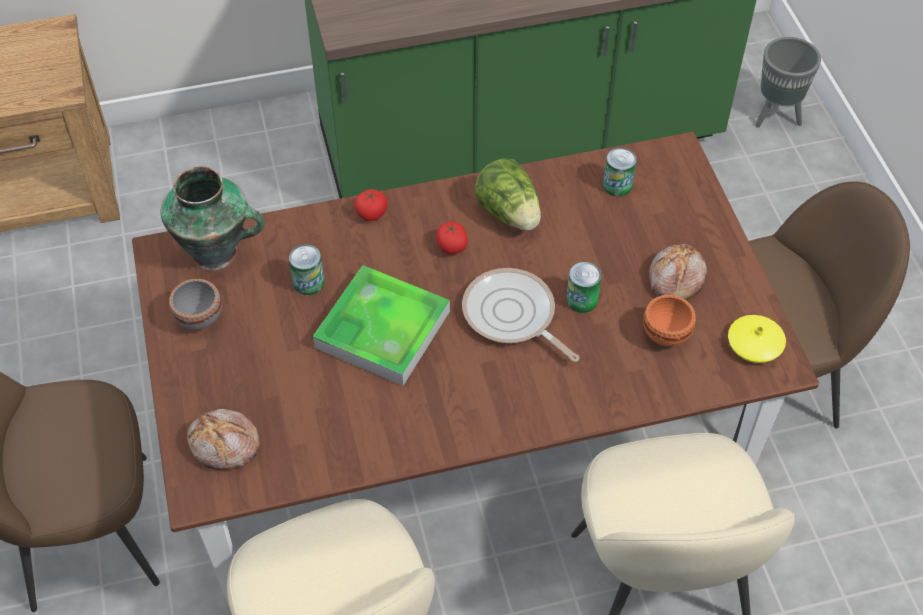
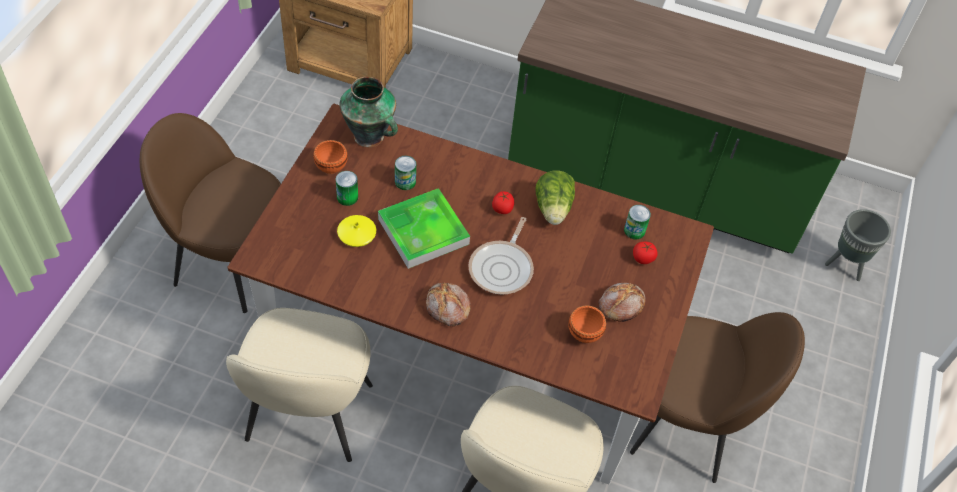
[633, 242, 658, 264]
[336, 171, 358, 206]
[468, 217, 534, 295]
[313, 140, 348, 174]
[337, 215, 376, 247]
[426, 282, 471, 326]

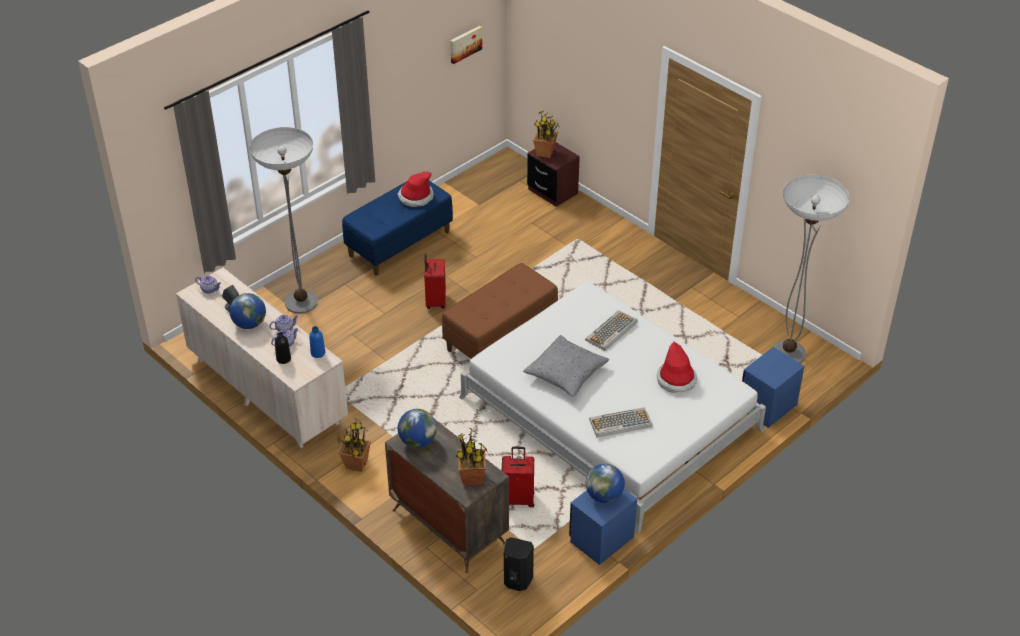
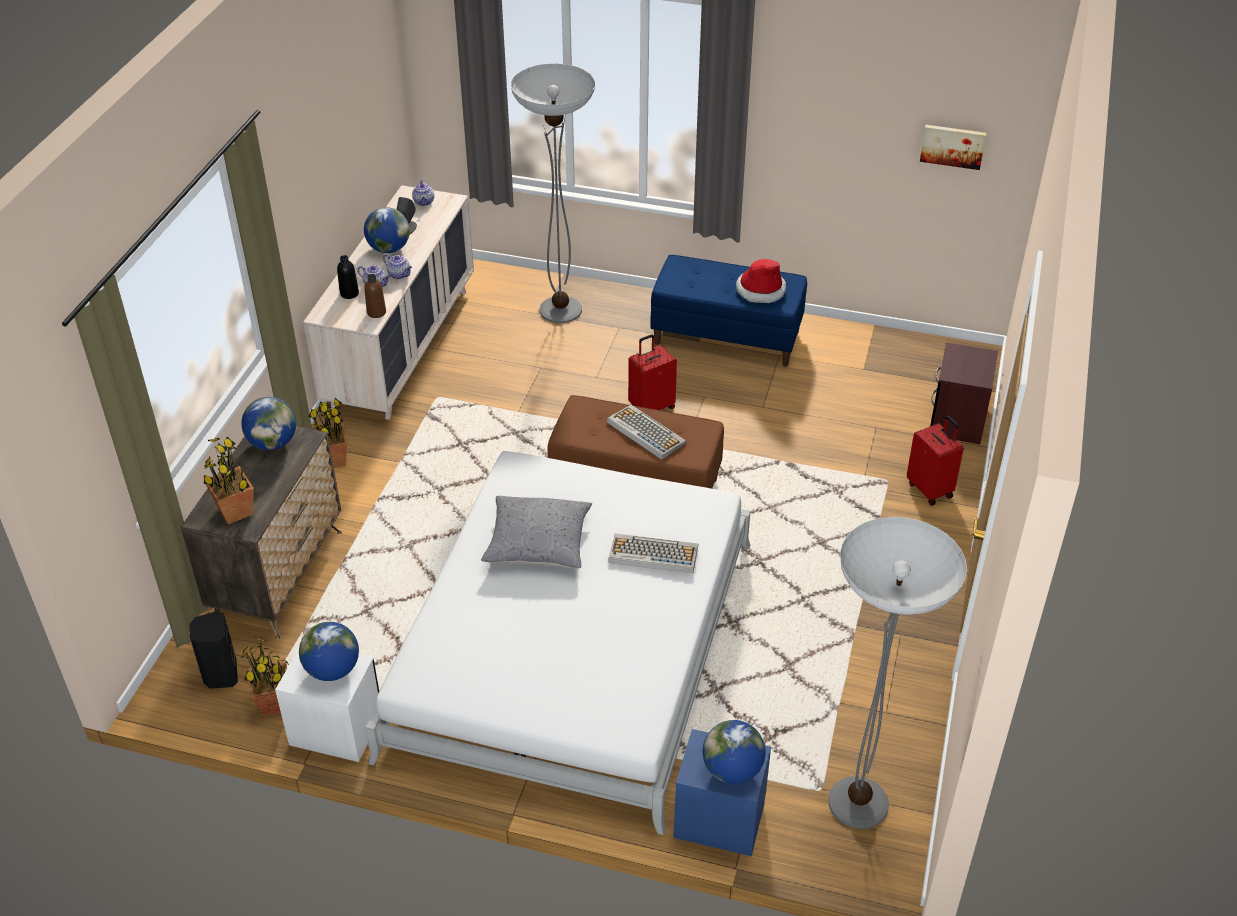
[241, 637, 289, 716]
[364, 274, 386, 318]
[657, 342, 697, 393] (first image)
[607, 405, 687, 460]
[907, 416, 964, 506]
[275, 649, 379, 762]
[703, 720, 766, 784]

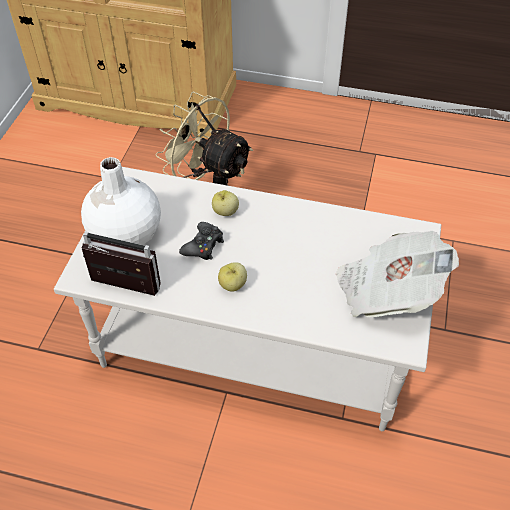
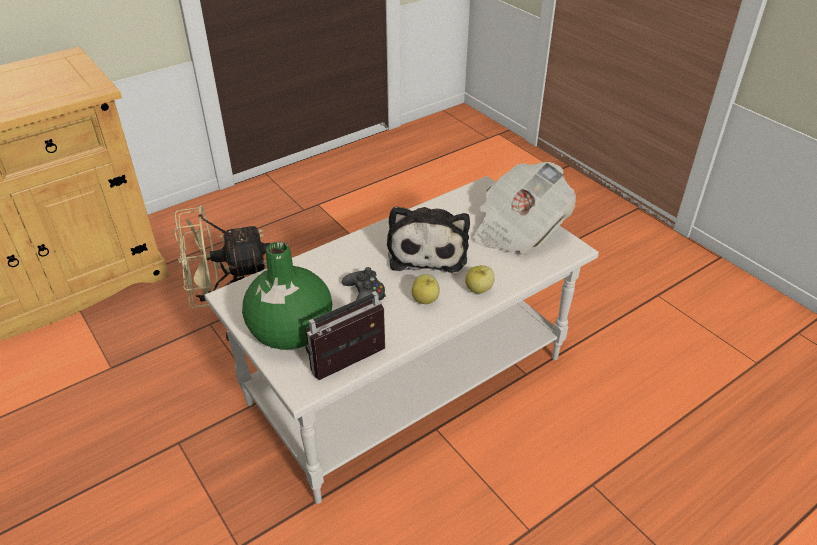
[242, 242, 332, 350]
[465, 265, 495, 293]
[387, 206, 470, 273]

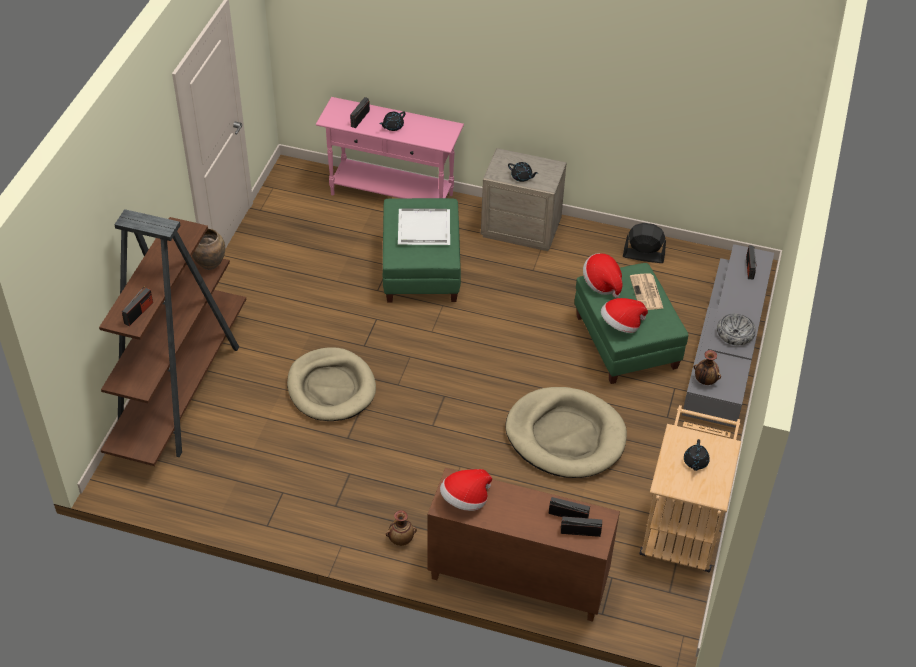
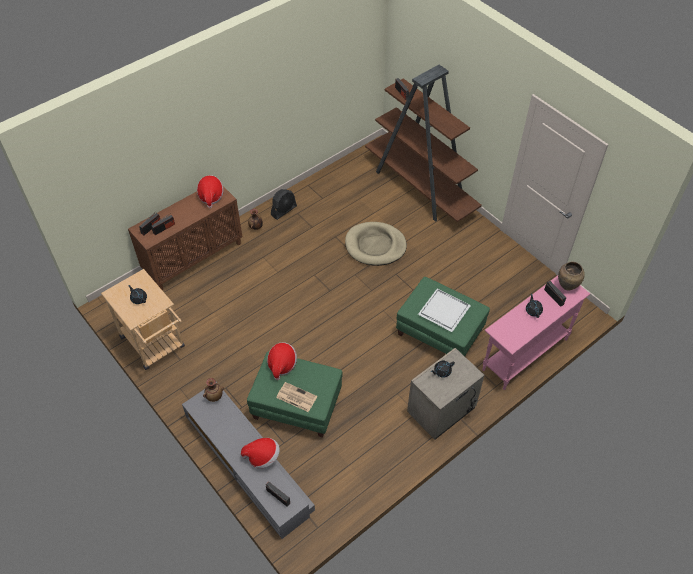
[271, 189, 297, 220]
[558, 261, 585, 290]
[241, 438, 280, 469]
[717, 313, 756, 345] (first image)
[506, 387, 627, 478] (first image)

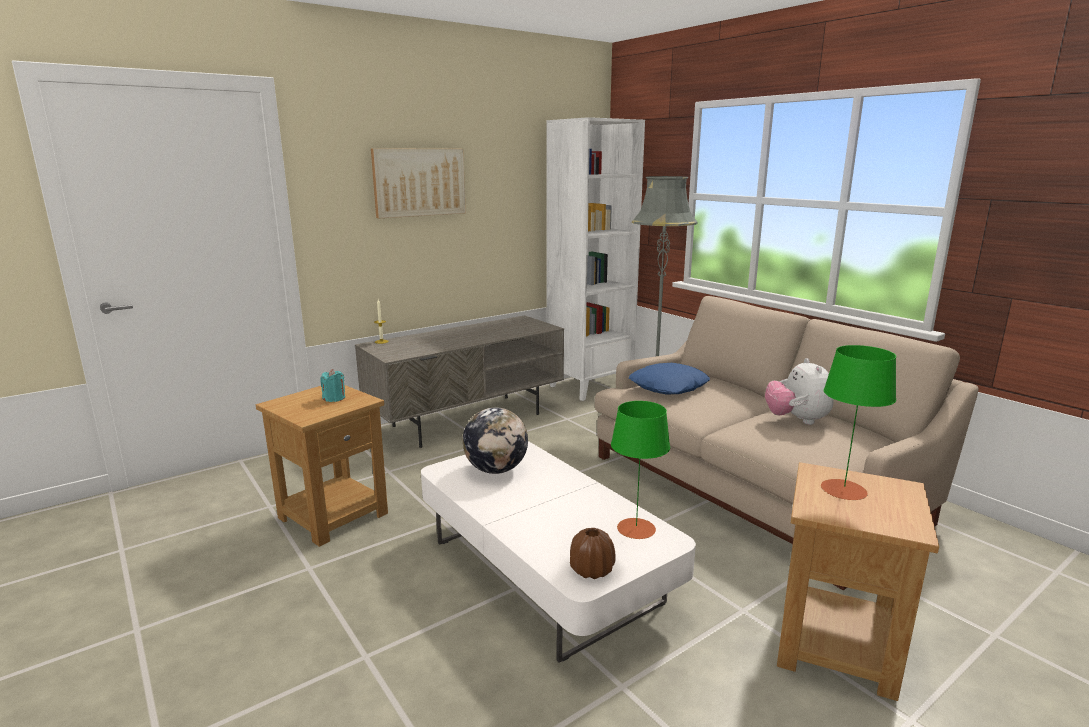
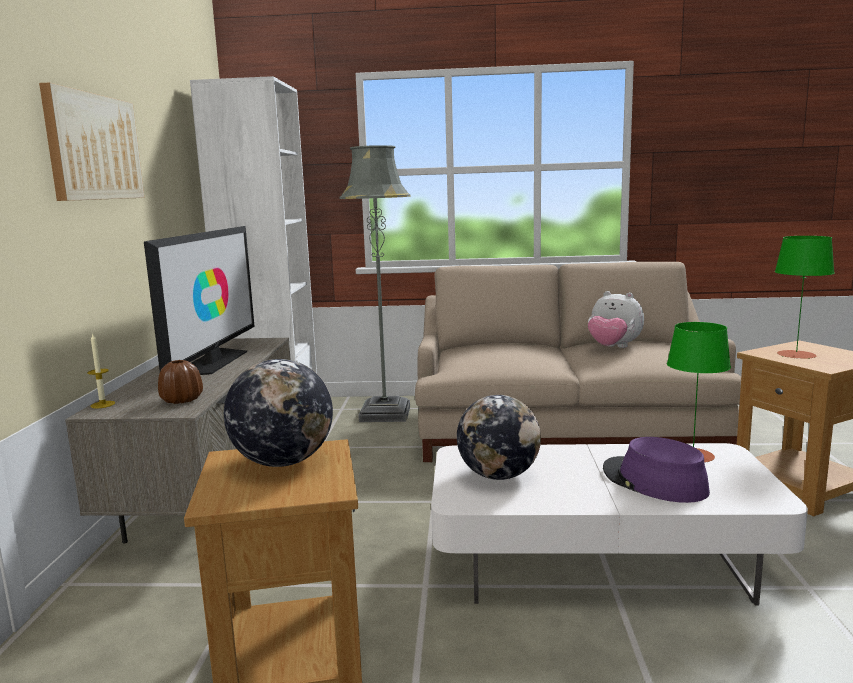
[629, 363, 710, 394] (first image)
[224, 359, 333, 467]
[158, 360, 203, 404]
[144, 226, 255, 375]
[603, 437, 710, 503]

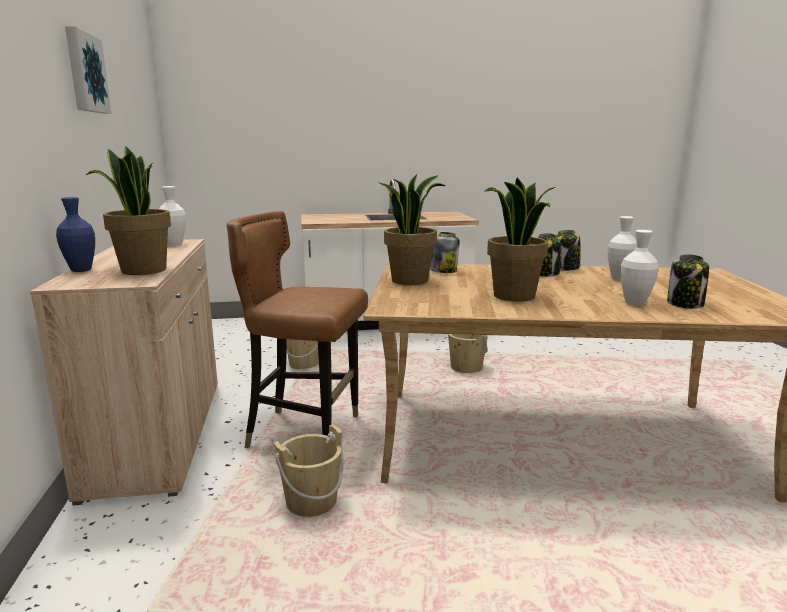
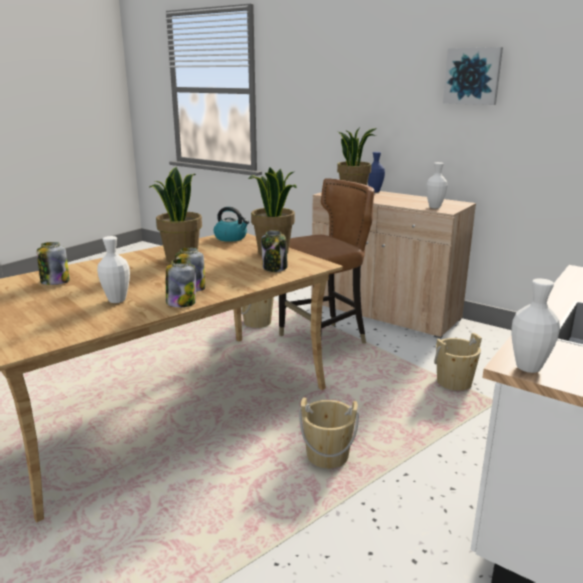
[511, 278, 560, 373]
[214, 207, 249, 242]

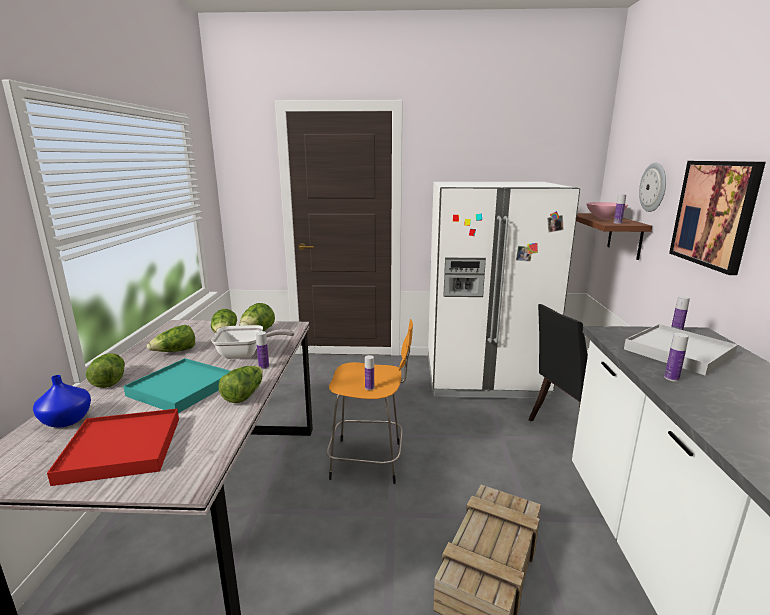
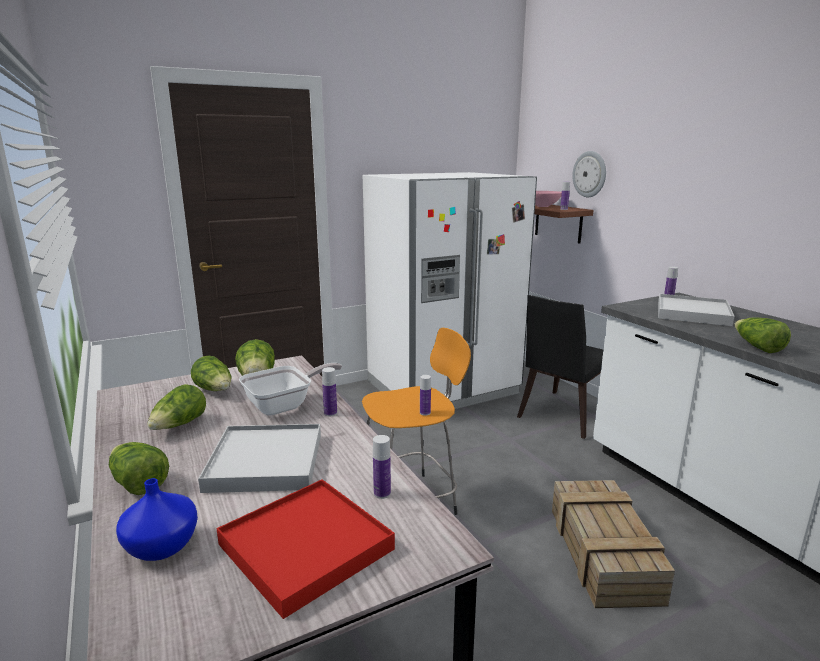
[669, 161, 766, 275] (first image)
[373, 435, 391, 499]
[198, 424, 321, 493]
[734, 317, 791, 353]

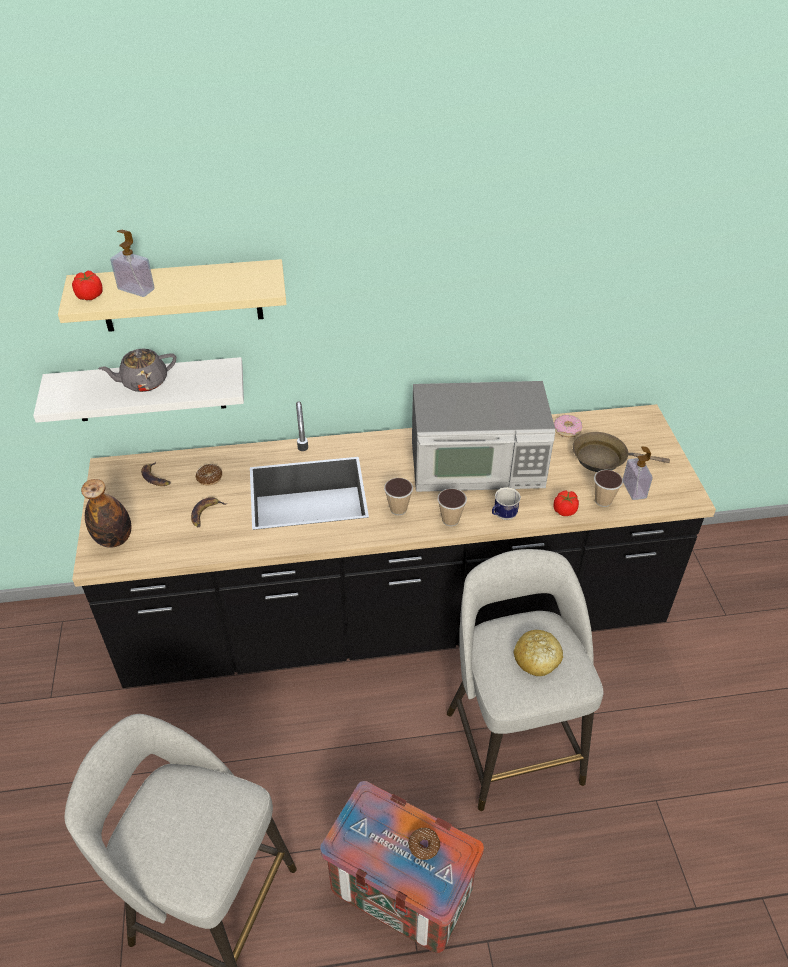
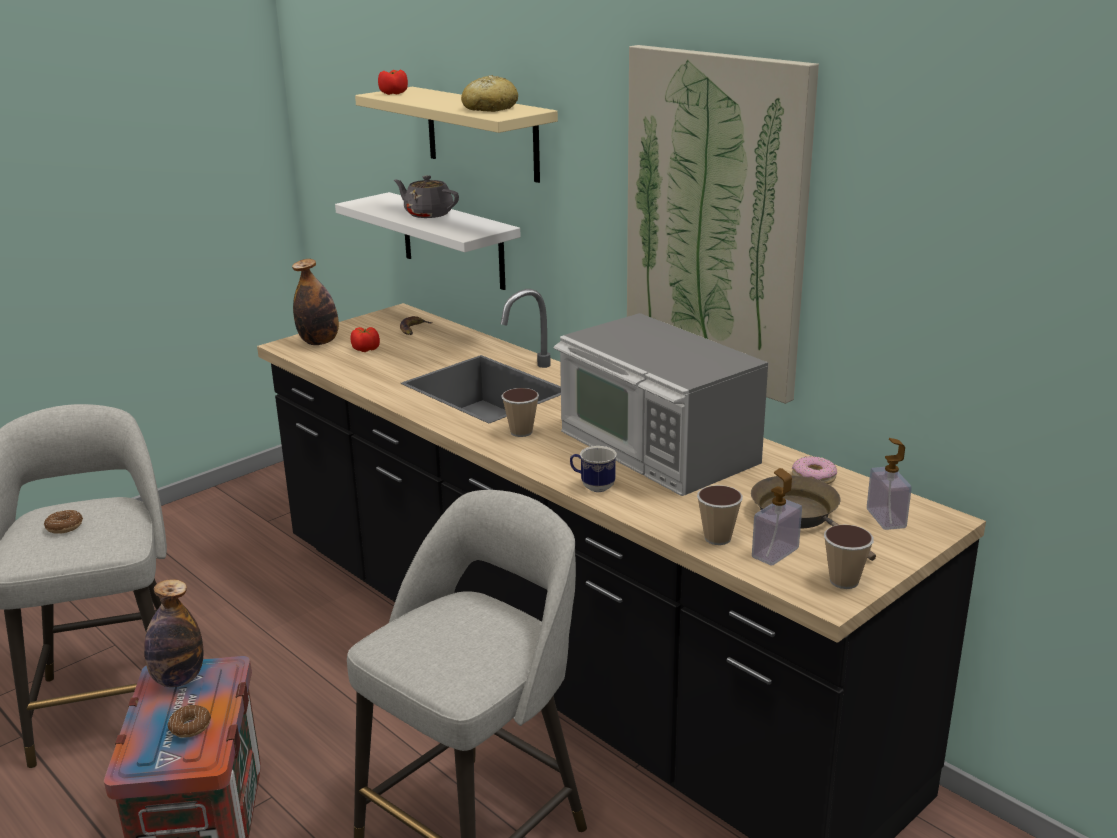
[867, 438, 912, 530]
[44, 510, 83, 534]
[824, 524, 874, 589]
[351, 327, 380, 352]
[191, 497, 228, 527] (first image)
[461, 75, 518, 112]
[627, 45, 819, 404]
[144, 579, 203, 687]

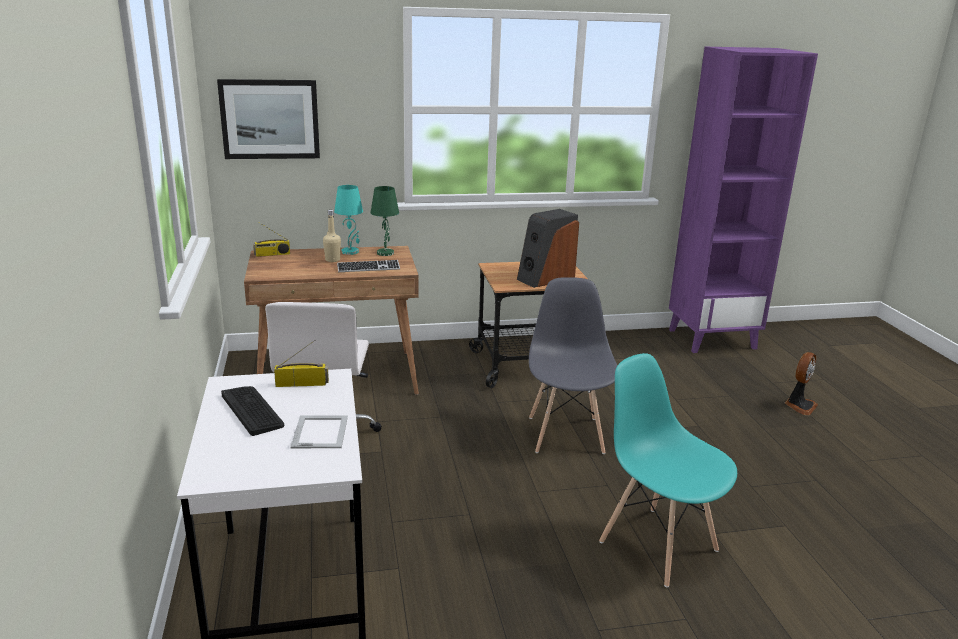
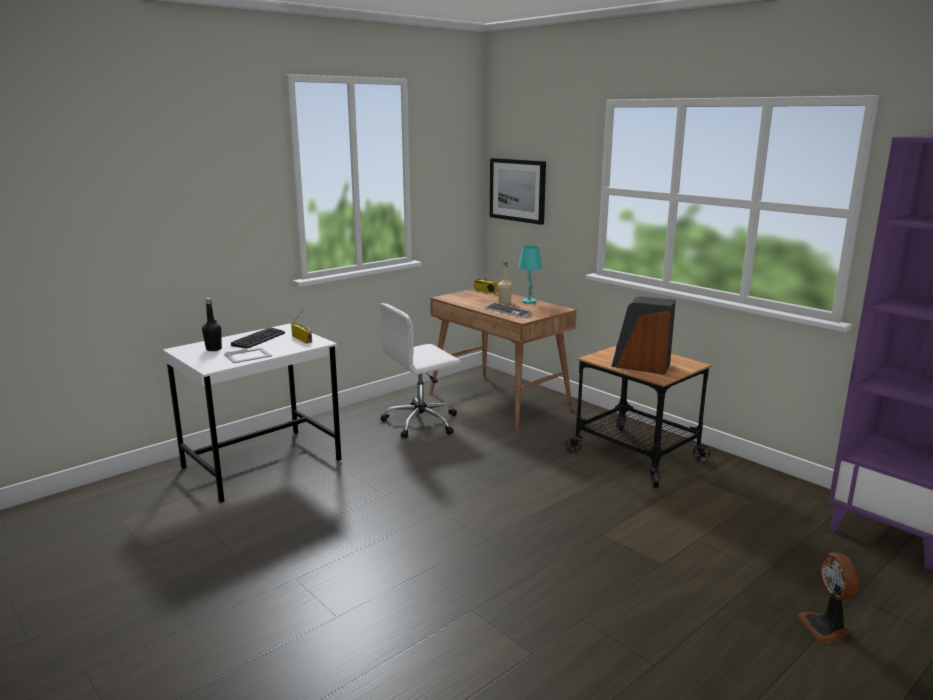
[371, 186, 399, 256] (first image)
[529, 277, 618, 454] (first image)
[797, 552, 858, 645]
[599, 353, 737, 588] (first image)
[202, 298, 222, 351]

